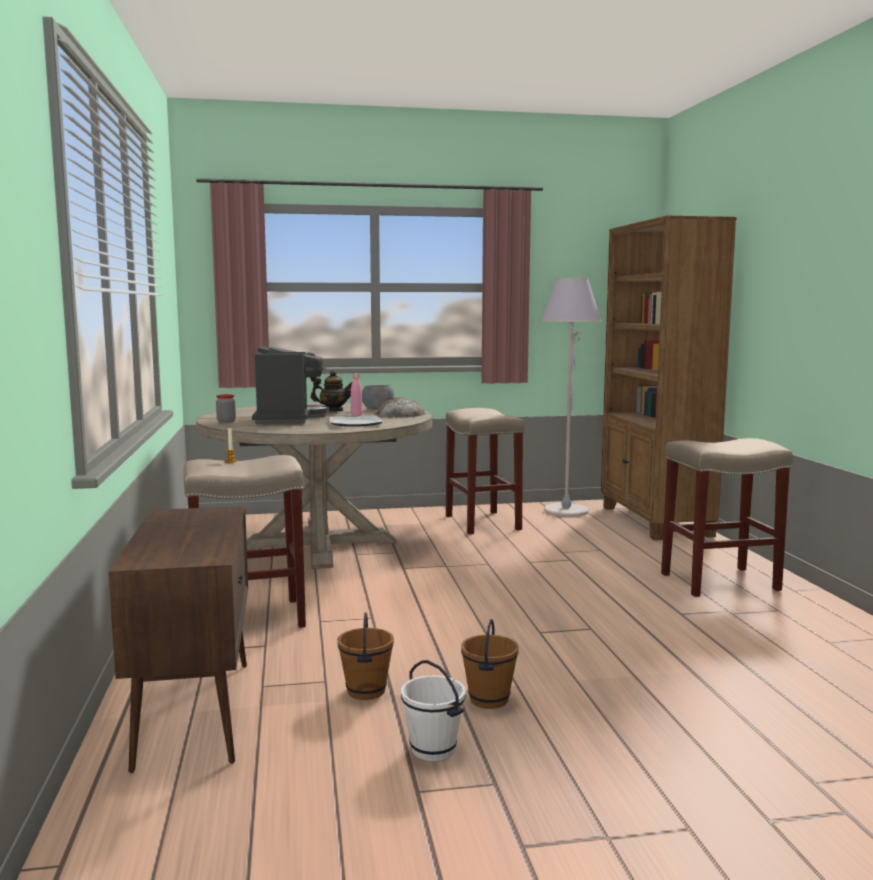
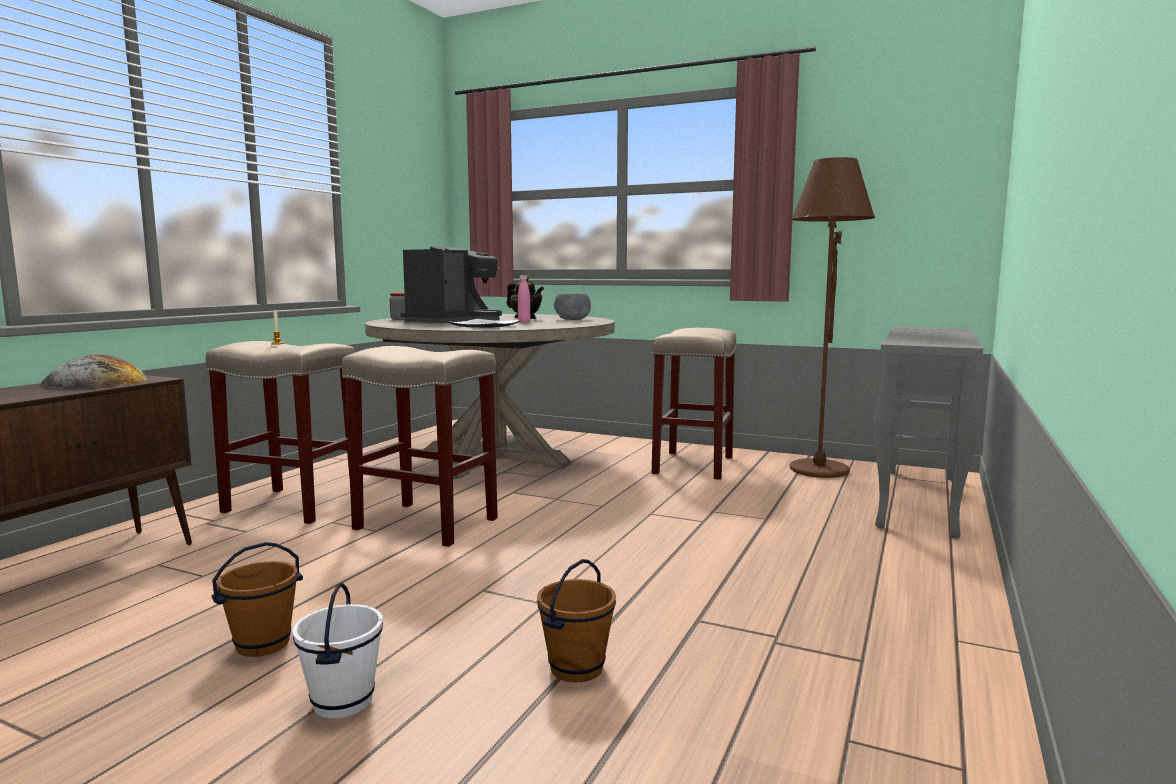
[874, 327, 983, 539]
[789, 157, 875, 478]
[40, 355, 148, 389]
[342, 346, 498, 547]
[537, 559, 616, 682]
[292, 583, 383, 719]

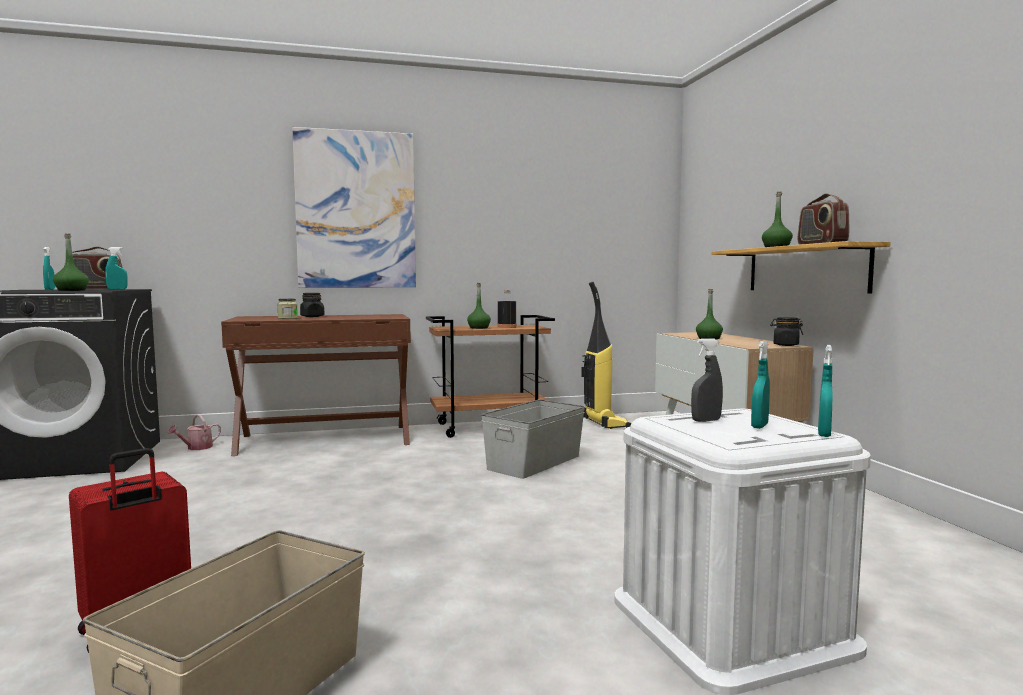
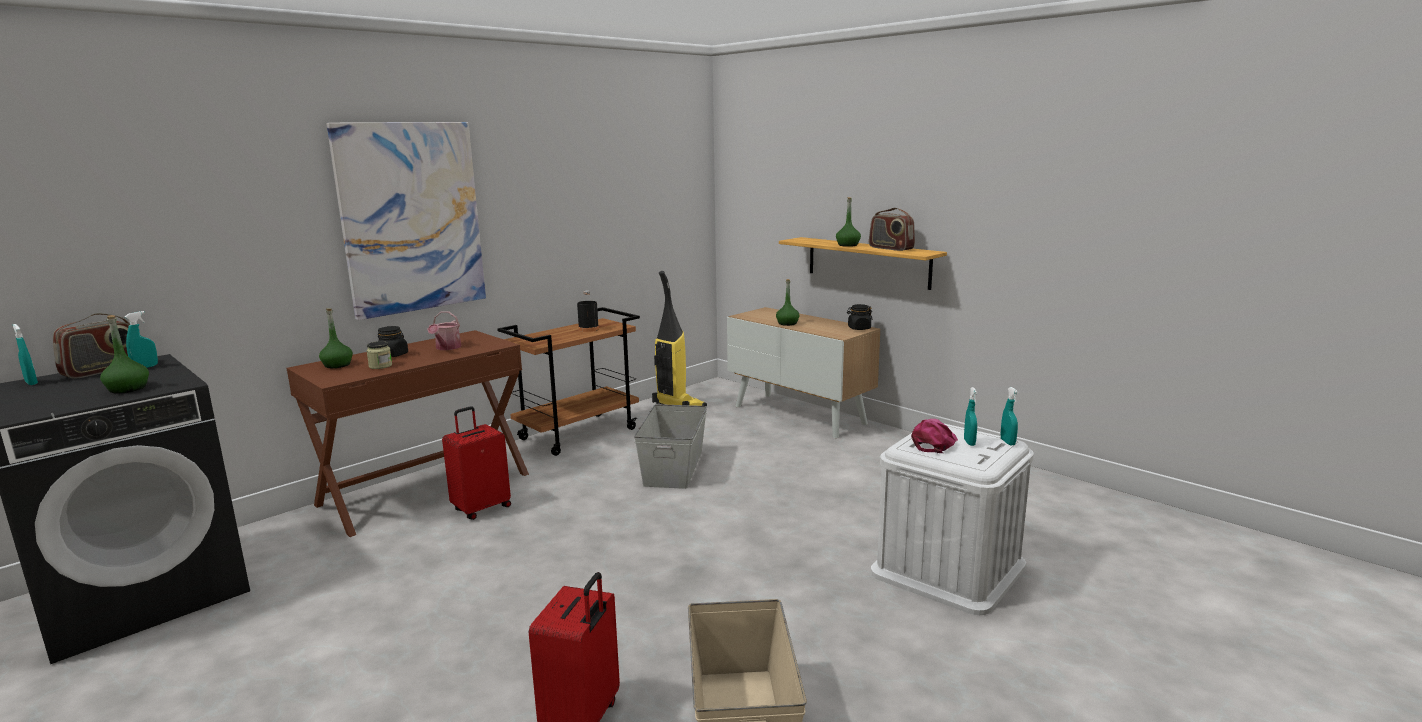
[319, 308, 353, 368]
[911, 419, 958, 453]
[427, 312, 461, 350]
[442, 406, 511, 520]

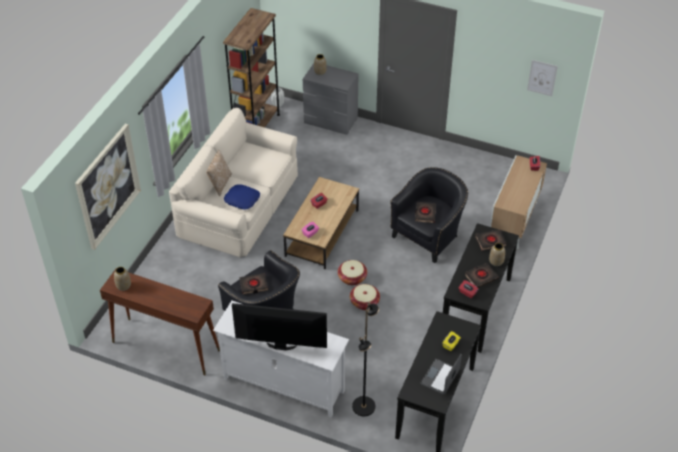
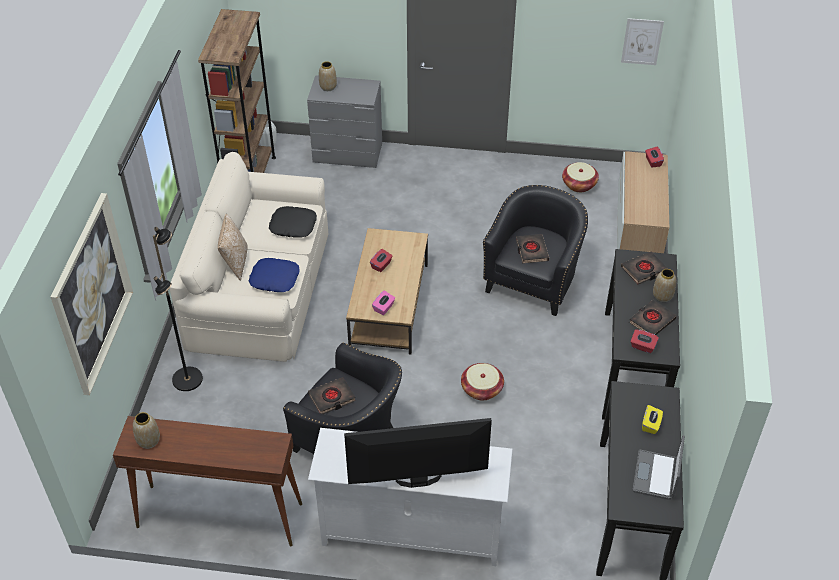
[562, 162, 599, 192]
[153, 227, 203, 391]
[269, 206, 317, 238]

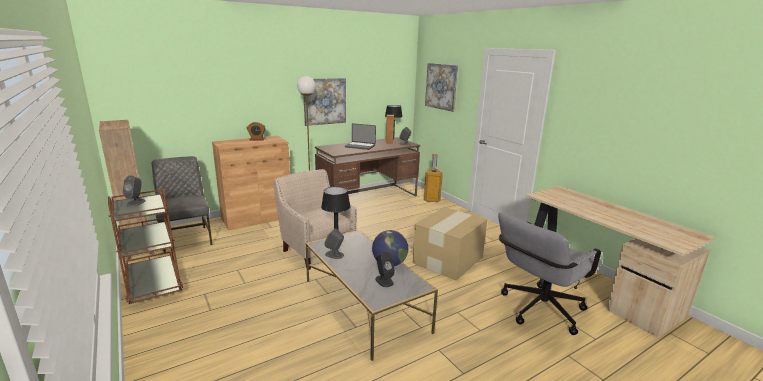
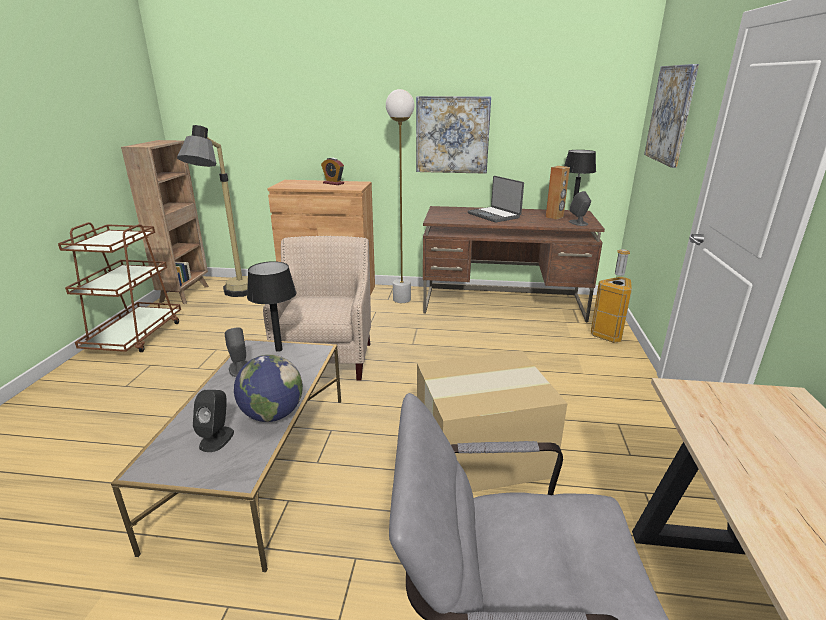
[177, 125, 248, 297]
[123, 175, 146, 207] (first image)

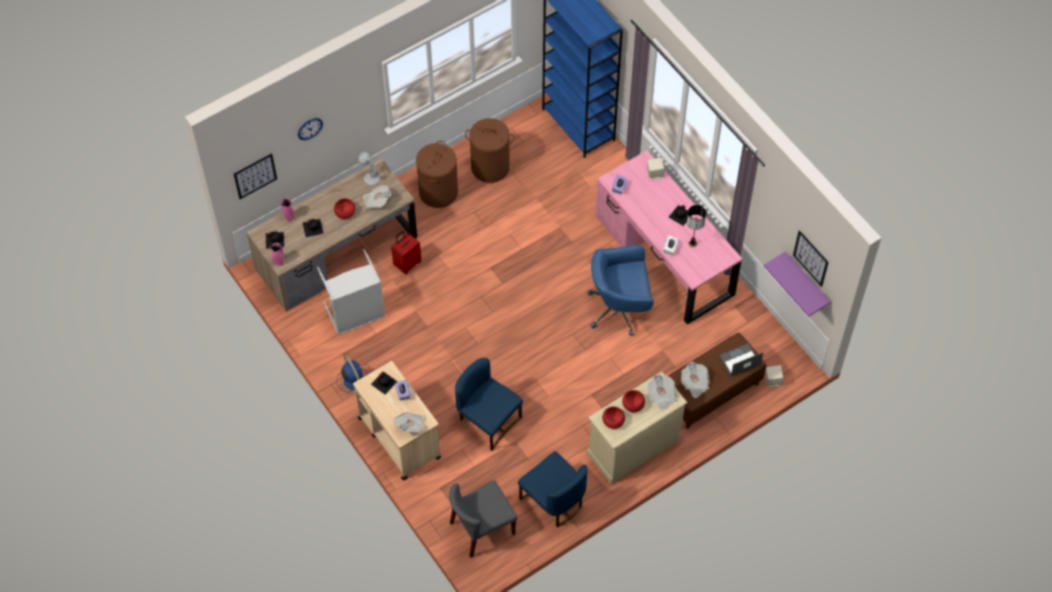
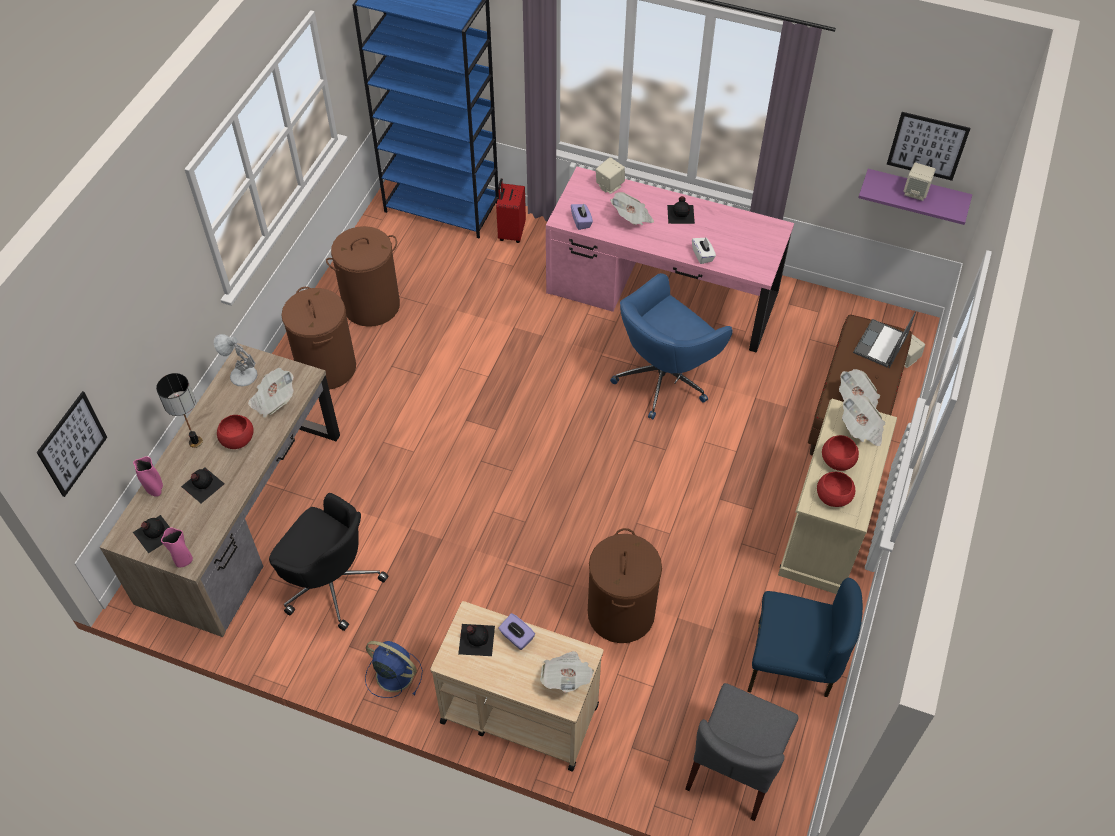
[298, 118, 323, 140] (first image)
[156, 373, 203, 448]
[496, 178, 526, 243]
[269, 493, 388, 631]
[588, 528, 662, 643]
[903, 163, 936, 201]
[610, 192, 654, 225]

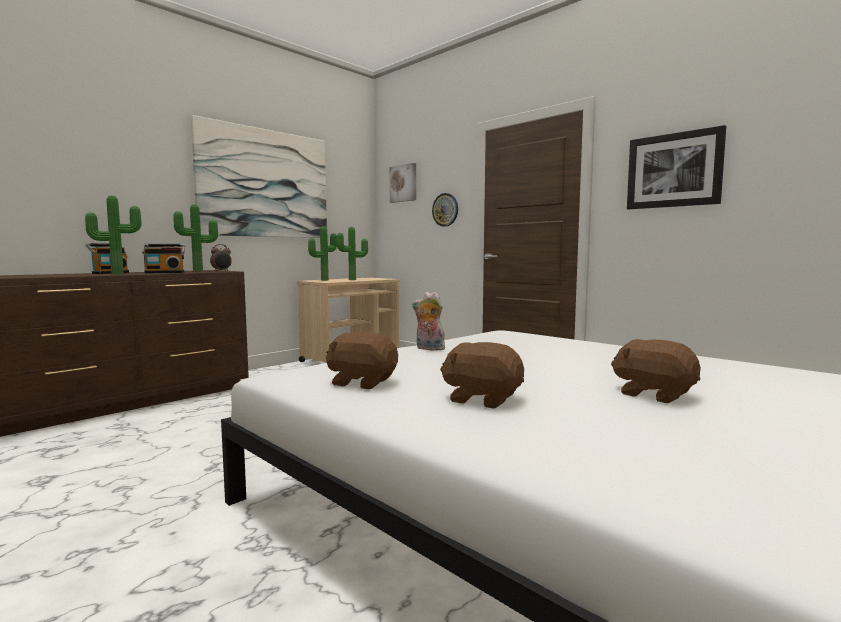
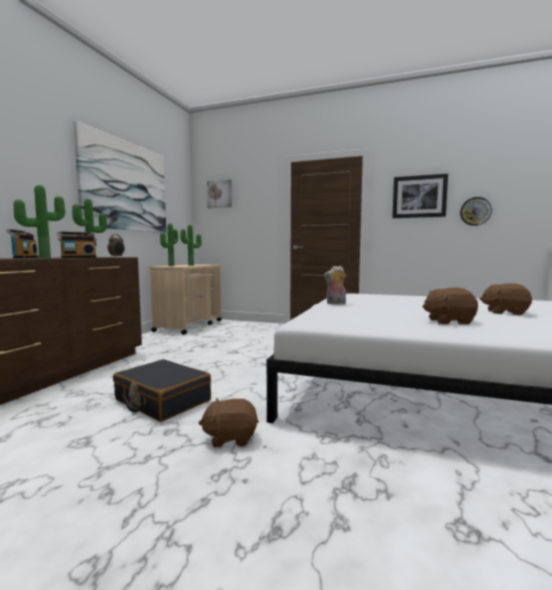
[460, 197, 492, 226]
[199, 398, 259, 447]
[113, 359, 211, 422]

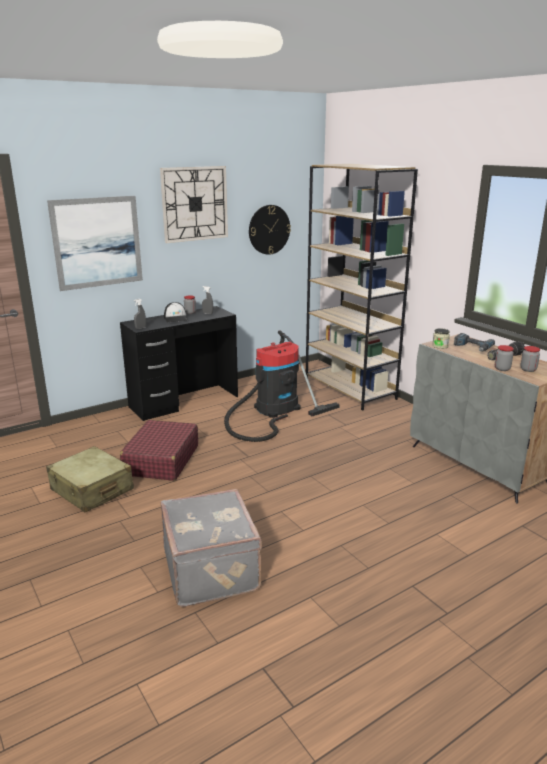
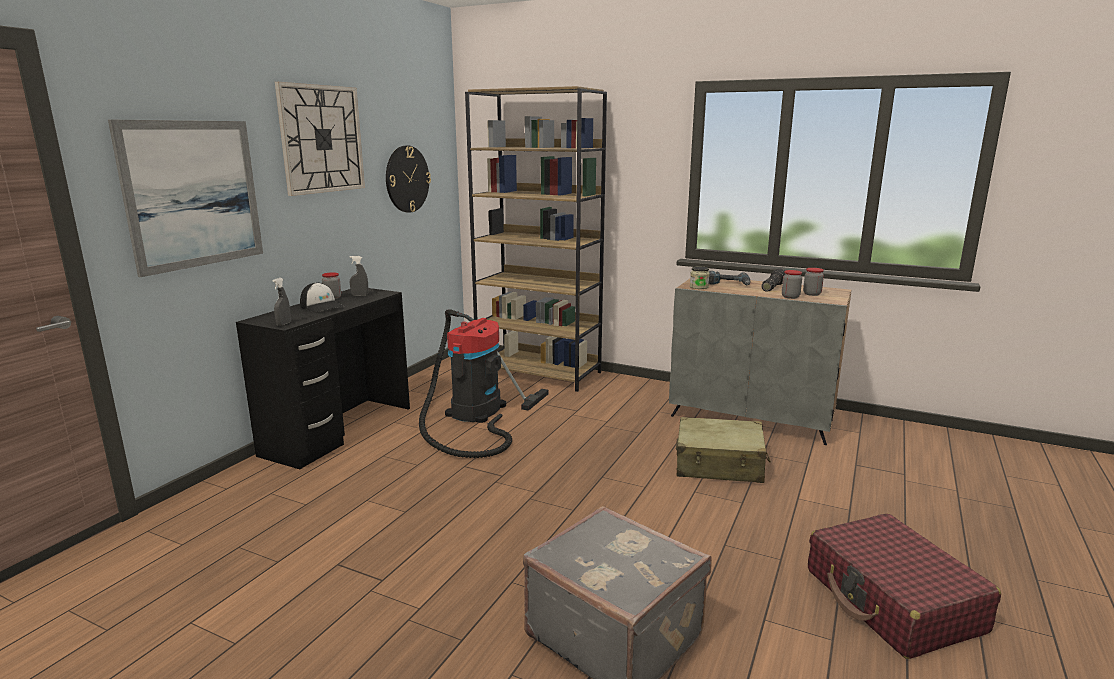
[808, 513, 1001, 659]
[676, 417, 771, 483]

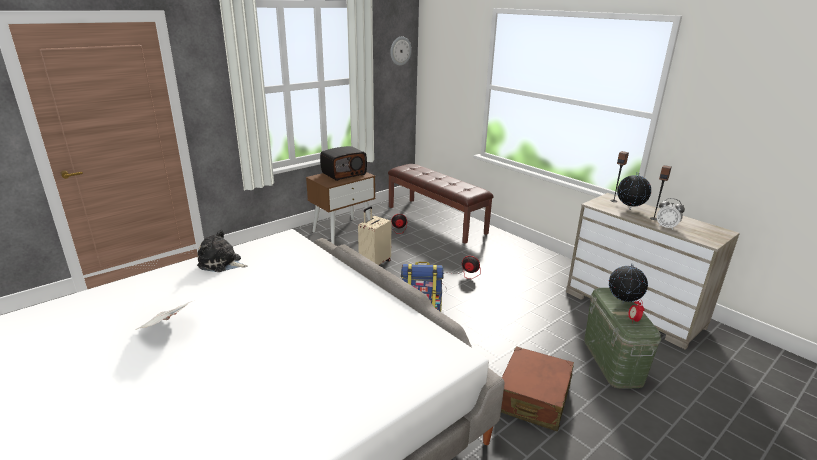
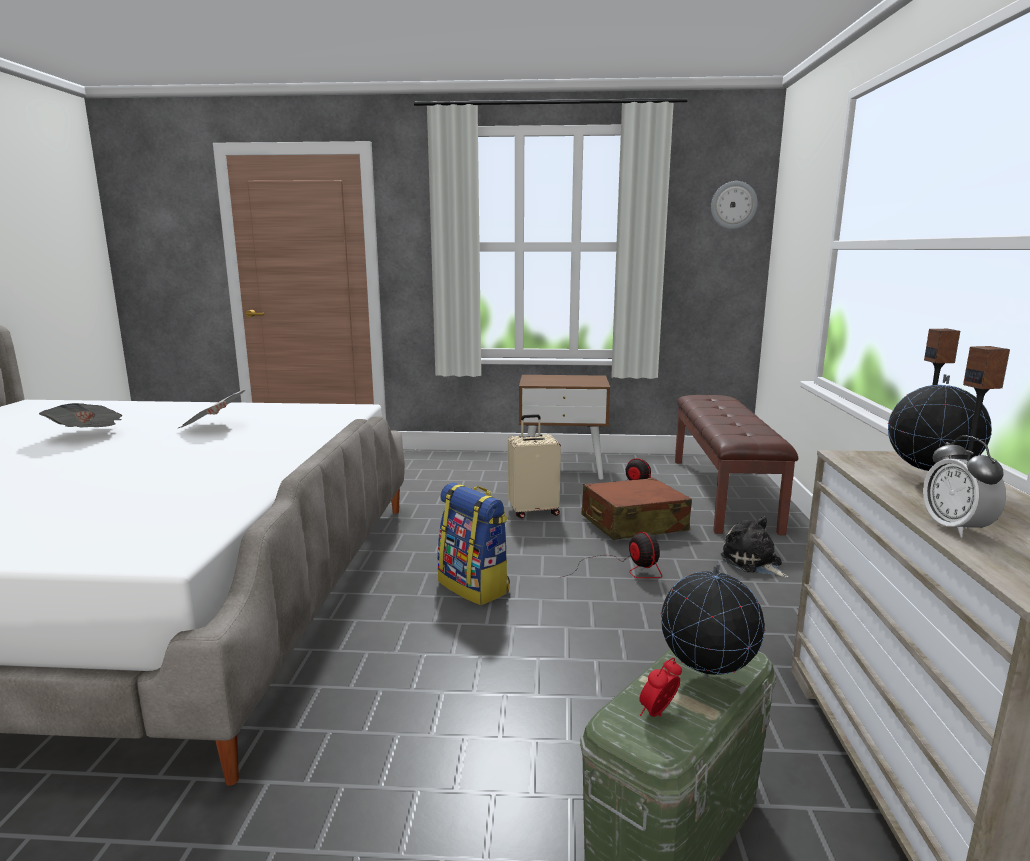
[320, 146, 367, 181] (first image)
[721, 517, 788, 578]
[582, 478, 692, 540]
[179, 389, 245, 428]

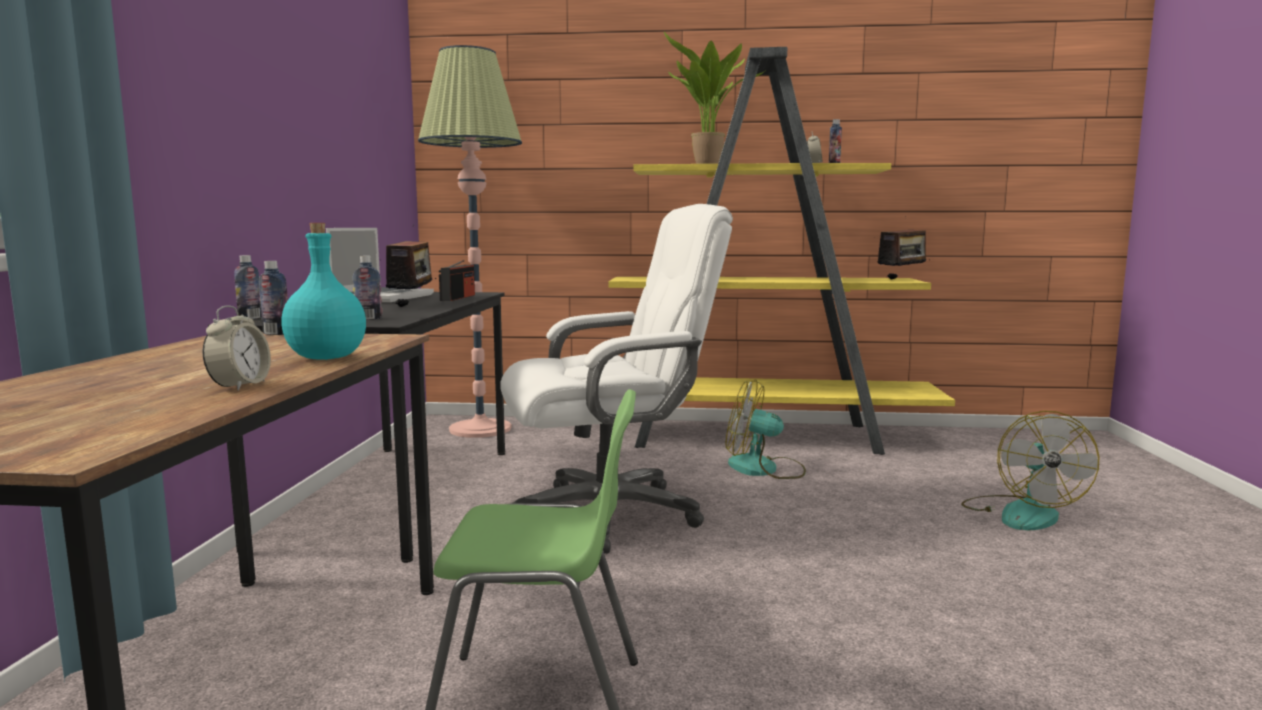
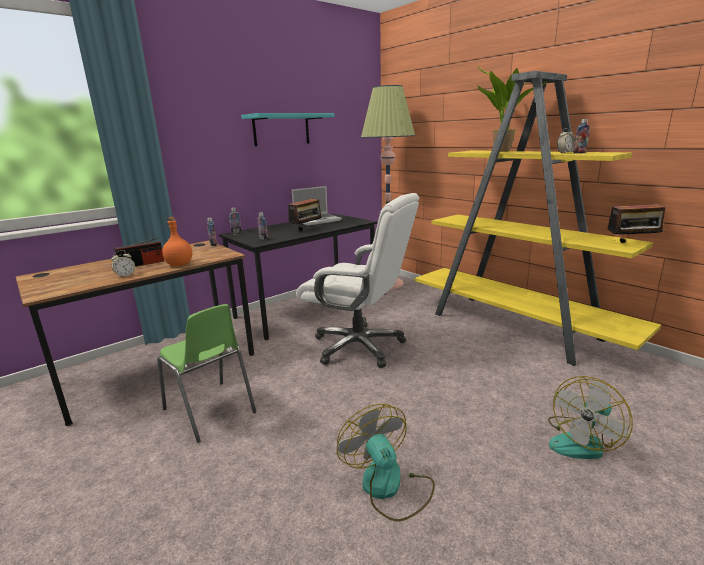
[162, 217, 192, 266]
[114, 238, 164, 267]
[337, 404, 435, 522]
[241, 113, 335, 146]

